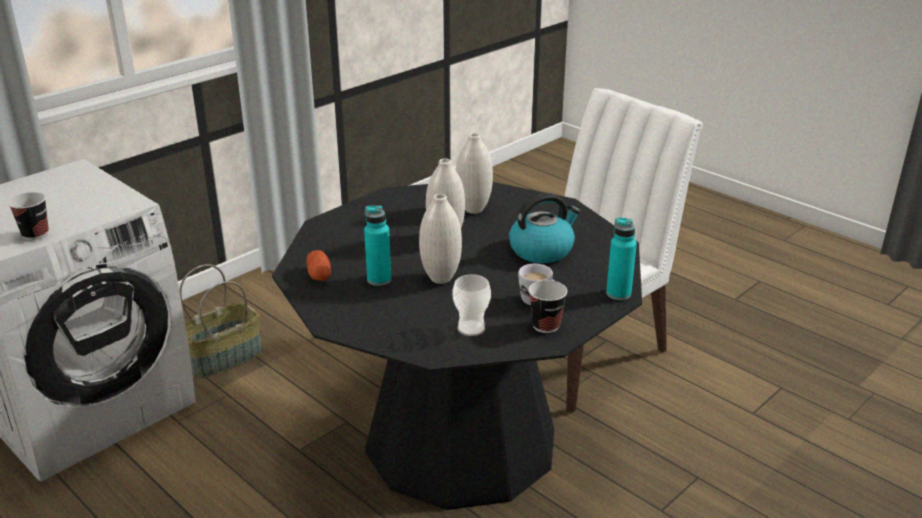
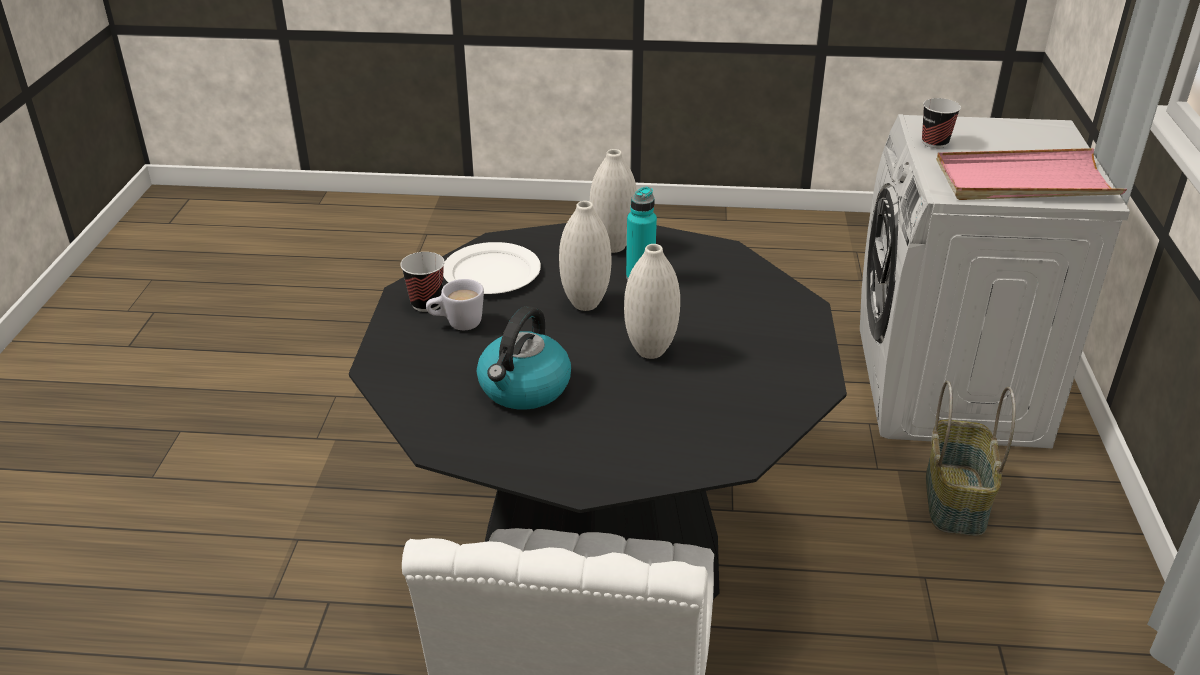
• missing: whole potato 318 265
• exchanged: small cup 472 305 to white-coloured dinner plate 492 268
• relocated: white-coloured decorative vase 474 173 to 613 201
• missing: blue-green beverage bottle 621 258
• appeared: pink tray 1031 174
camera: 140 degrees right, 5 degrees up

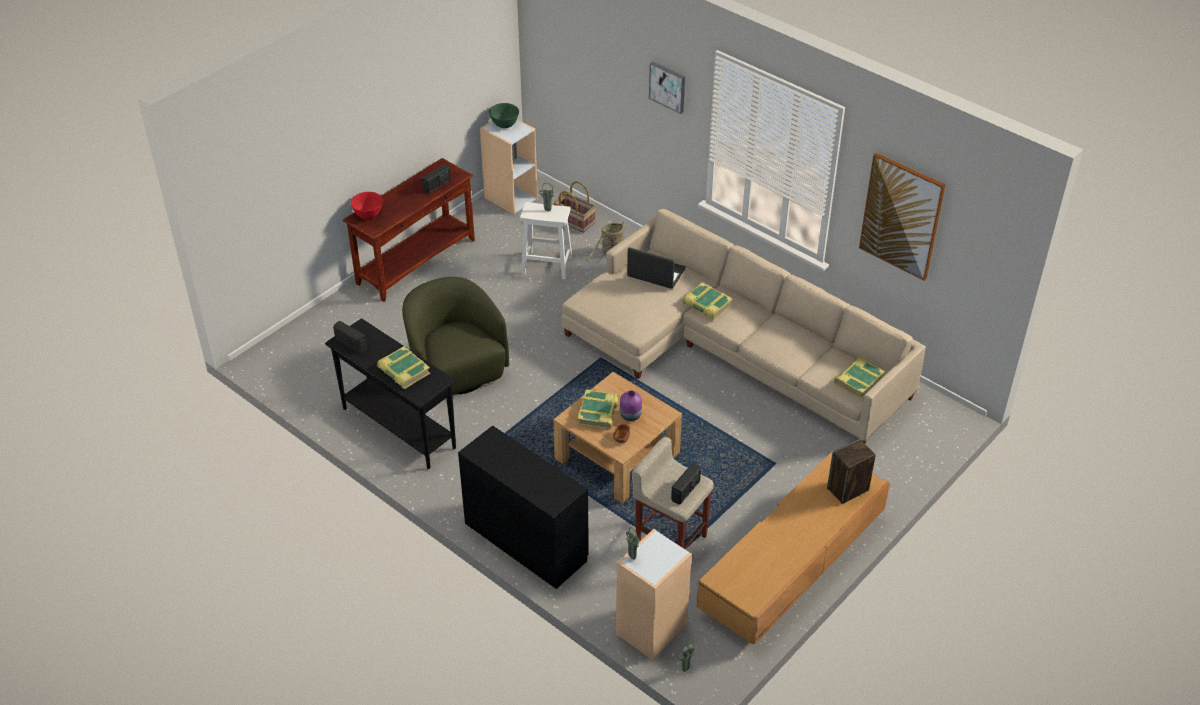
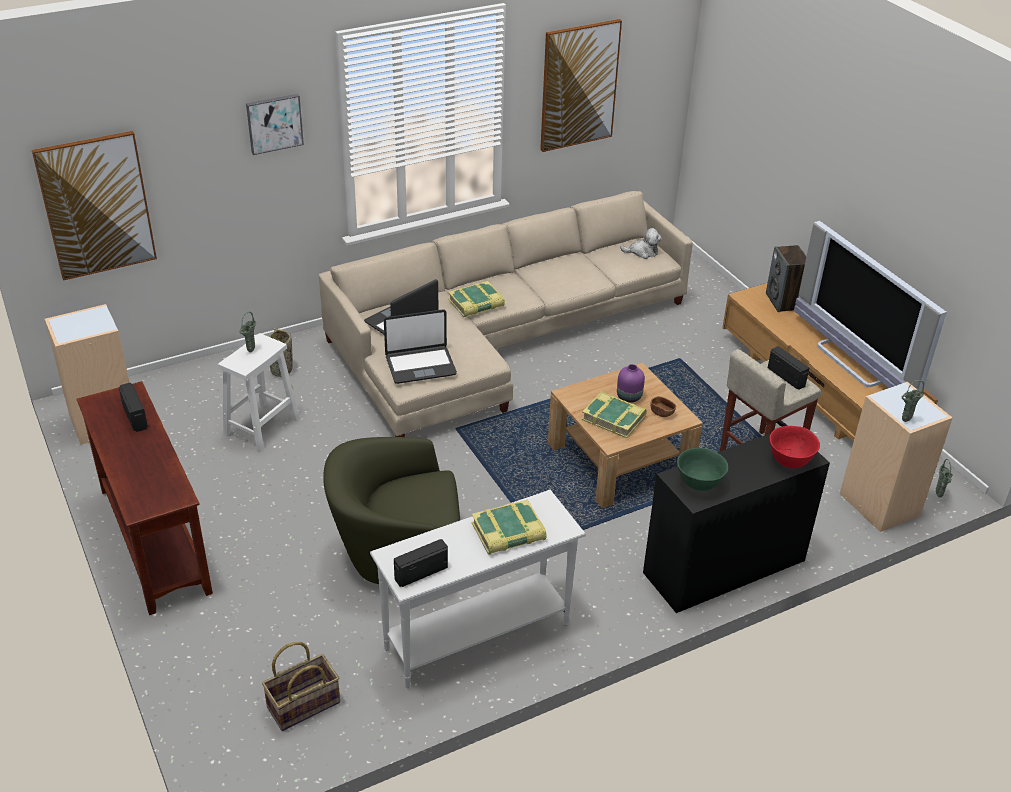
• colour: blackish narrow table 391 393 to white-coloured narrow table 478 589
• relocated: red-coloured bowl 367 205 to 795 447
• relocated: greenish bowl 504 115 to 702 469
• relocated: storage basket 574 207 to 301 686
• exchanged: volume 859 378 to soft toy 641 243
• appeared: wall art 94 206
• appeared: laptop 420 346
• appeared: TV set 870 306
camera: 70 degrees left, 5 degrees down

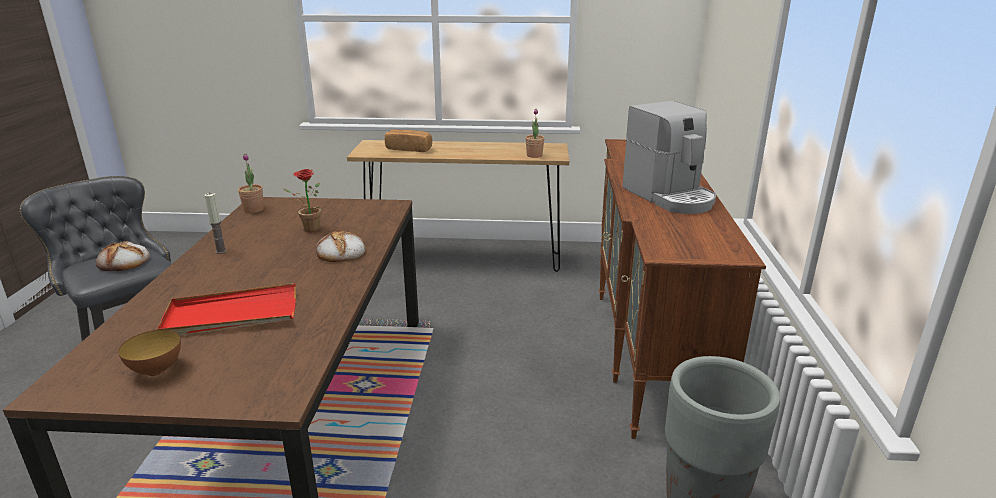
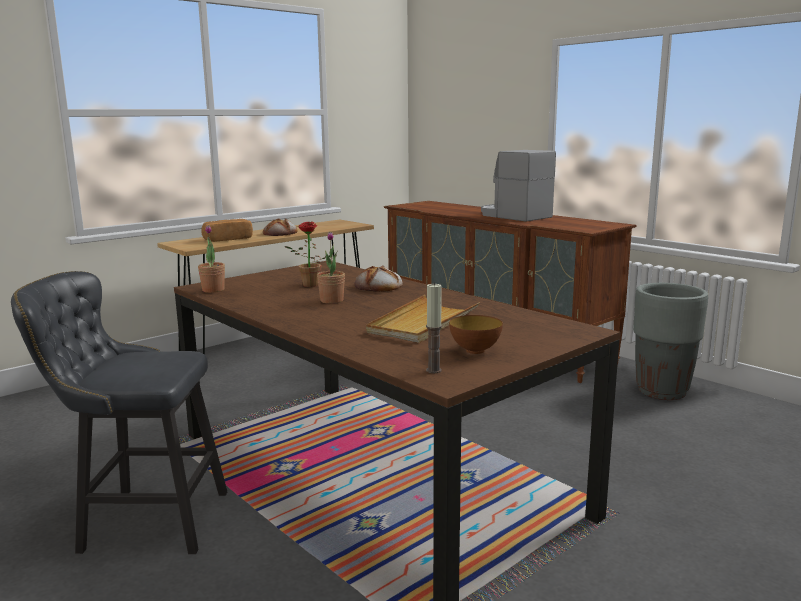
• relocated: bakery bread 123 256 to 280 227
• colour: red-coloured tray 226 309 to beige tray 422 319
• relocated: wax light 215 223 to 434 327
• relocated: houseplant 534 133 to 331 268
• spun: coffee maker 669 157 = 518 186 150 degrees counterclockwise
camera: 45 degrees left, 10 degrees down

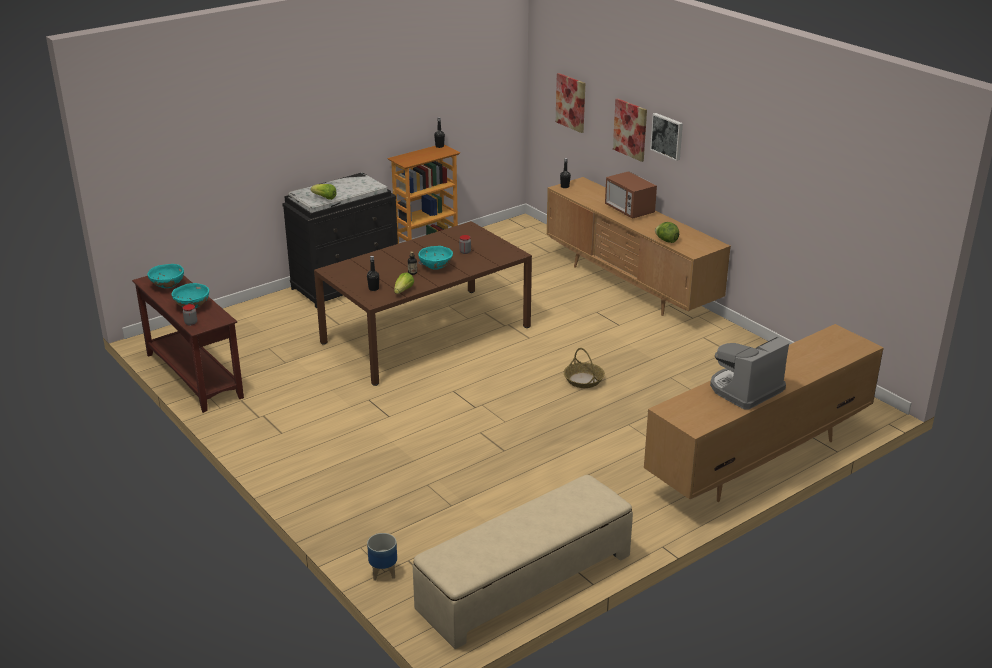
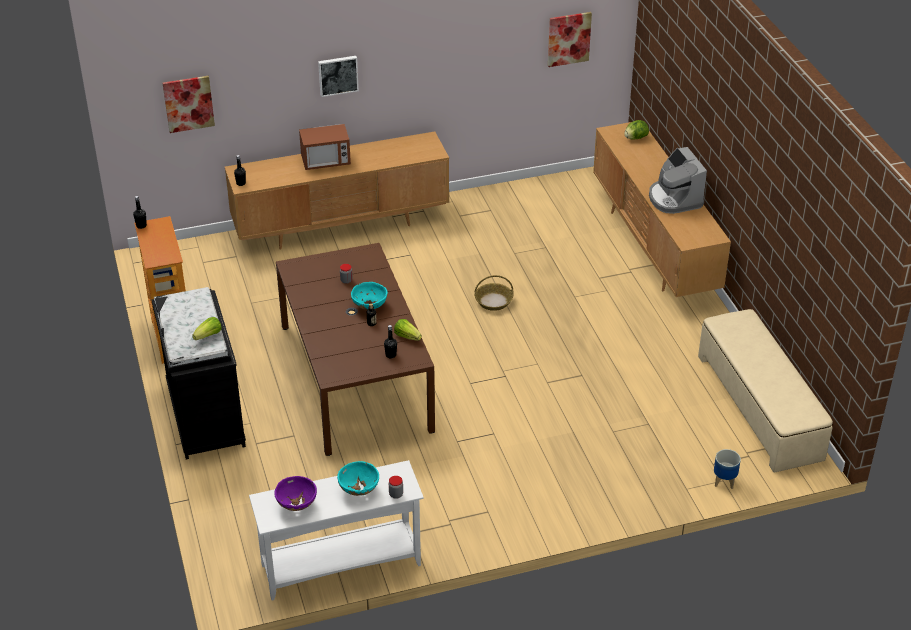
• colour: brown narrow table 188 344 to white-coloured narrow table 336 530
• colour: blue-green bowl 165 276 to purple bowl 295 493
• relocated: wall art 630 130 to 570 39
• relocated: lettuce head 667 232 to 636 130
camera: 70 degrees left, 10 degrees up

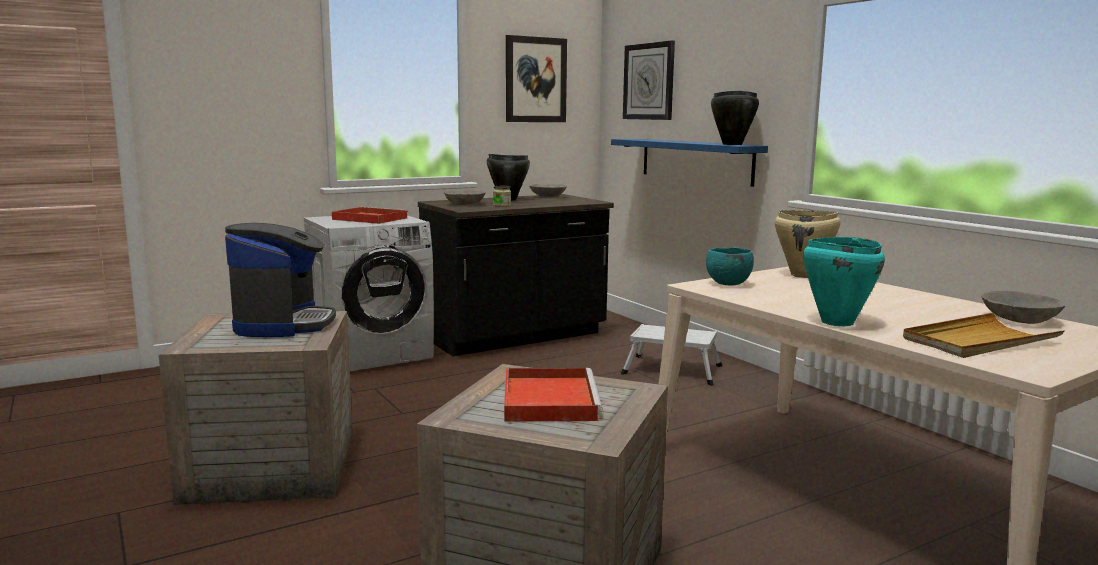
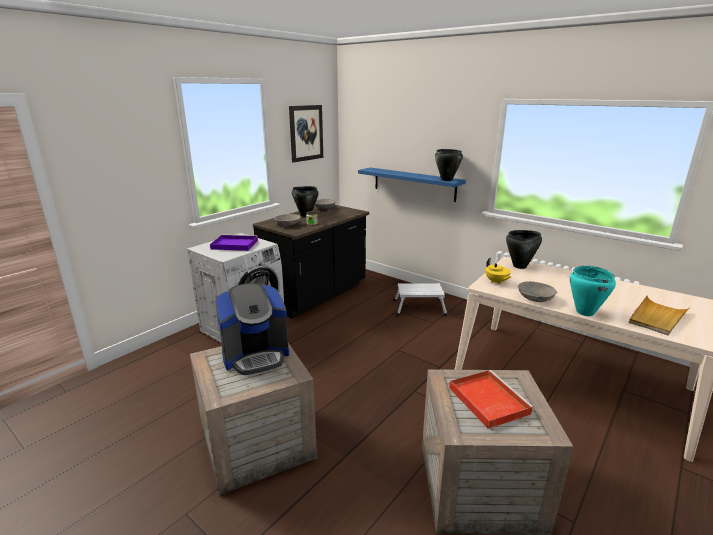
• spun: coffee maker 280 280 = 252 329 90 degrees clockwise
• colour: red-coloured tray 370 215 to purple tray 234 243
• missing: clock on the wall 649 80
• exchanged: blue-green bowl 730 266 to yellow-coloured teapot 498 271
• colour: beige stockpot 808 244 to blackish stockpot 524 249
• relocated: grey bowl 1023 307 to 537 291
camera: 20 degrees left, 10 degrees up

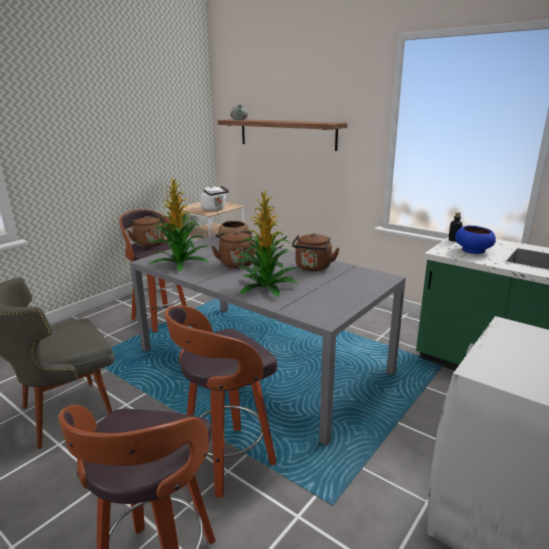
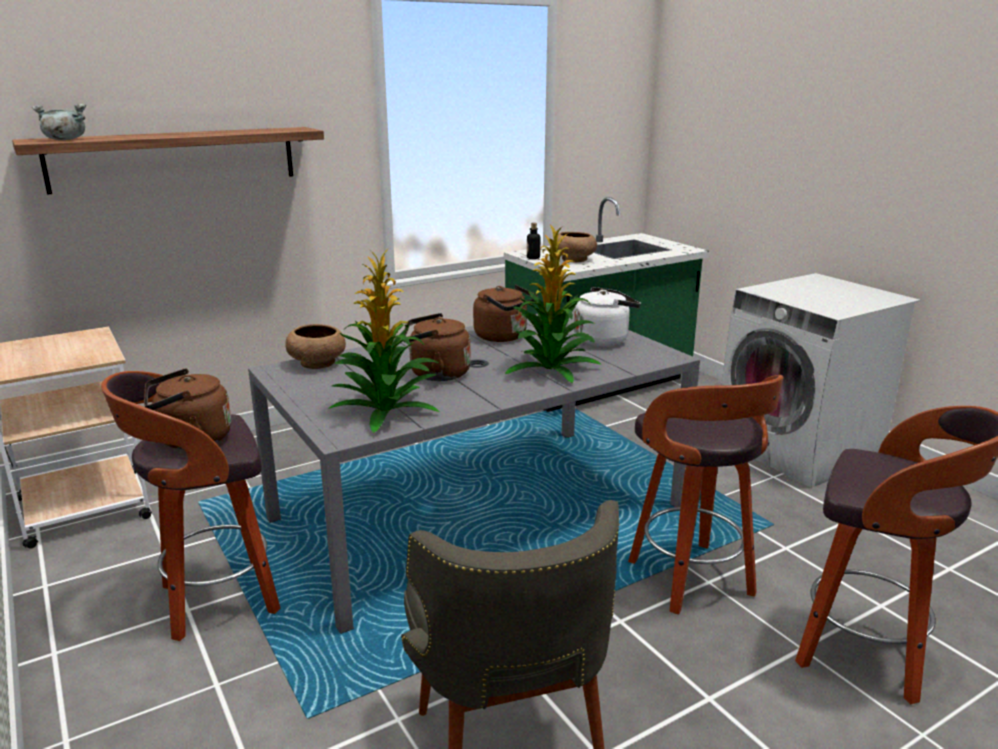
• relocated: white-coloured water kettle 214 198 to 607 317
• colour: bluish bowl 475 240 to brown bowl 575 247
camera: 70 degrees left, 0 degrees up

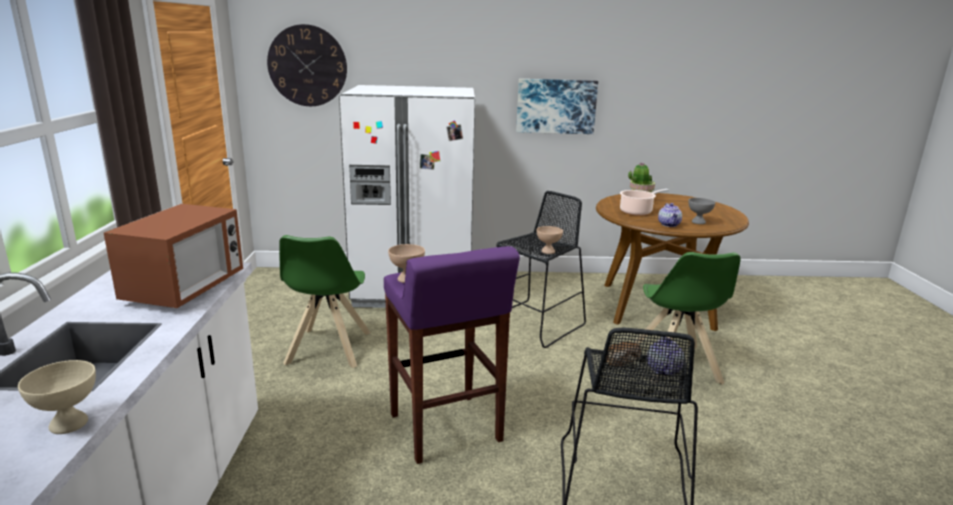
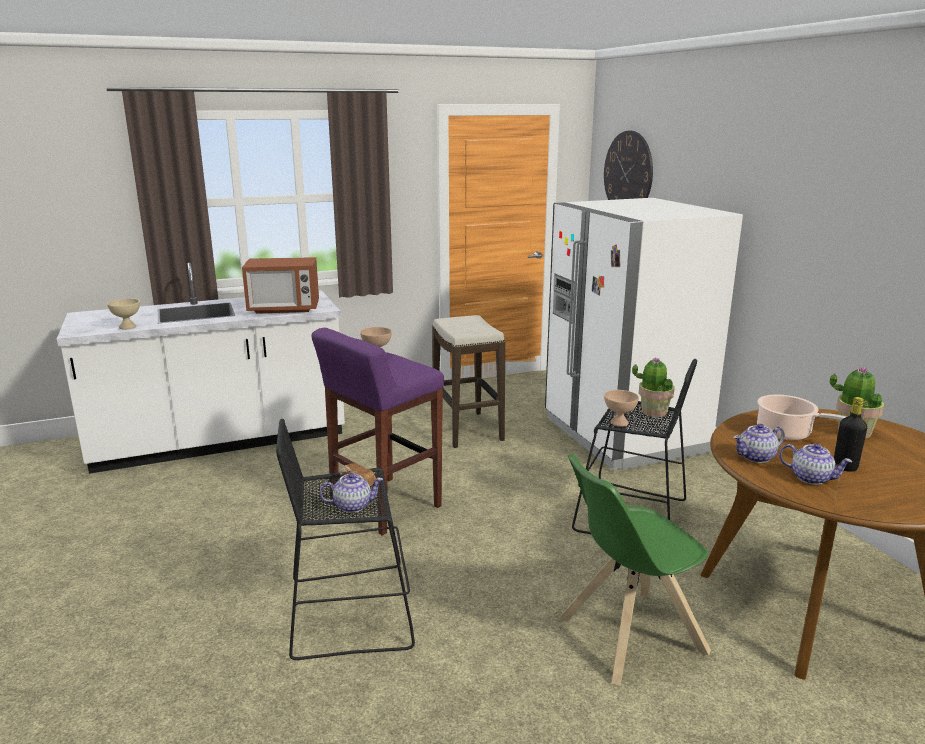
• exchanged: greenish chair 325 301 to stool seat 468 381
• missing: wall art 557 106
• exchanged: grey bowl 702 211 to teapot 816 464
• appeared: houseplant 653 387
• appeared: blackish beverage bottle 850 434
camera: 70 degrees right, 0 degrees up

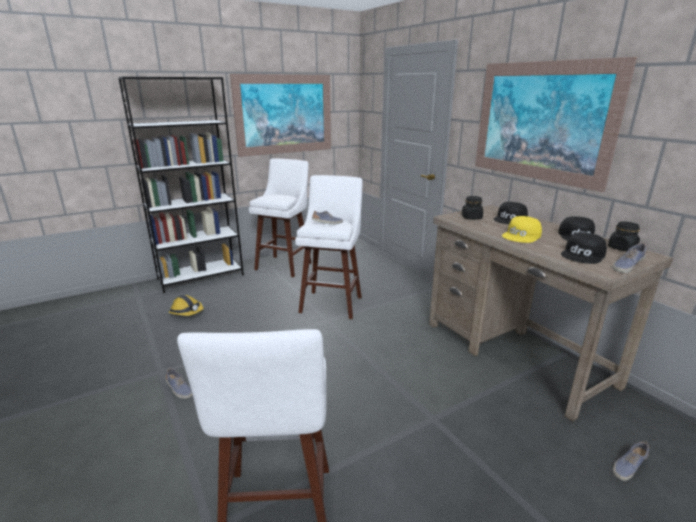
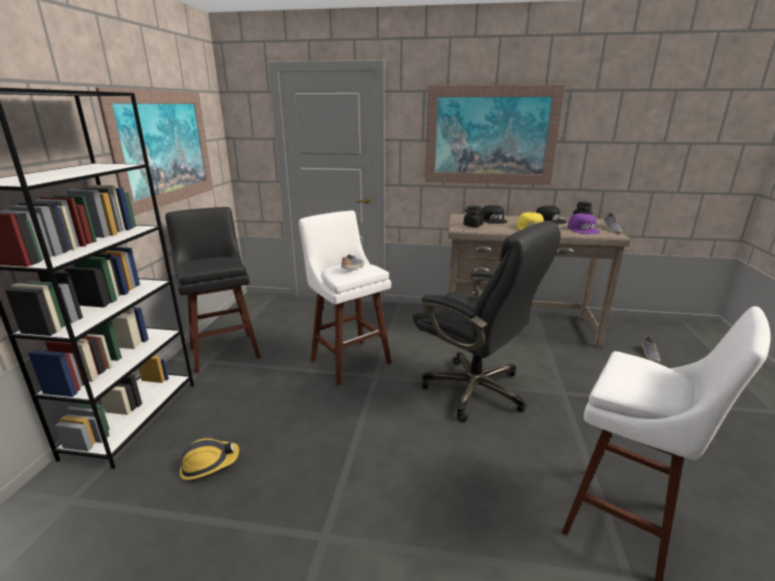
• missing: low shoe 179 383
• colour: white-coloured stool seat 280 217 to blackish stool seat 213 290
• colour: blackish peaked cap 584 248 to purple peaked cap 584 223
• appeared: blackish desk chair 486 321
camera: 50 degrees left, 0 degrees up

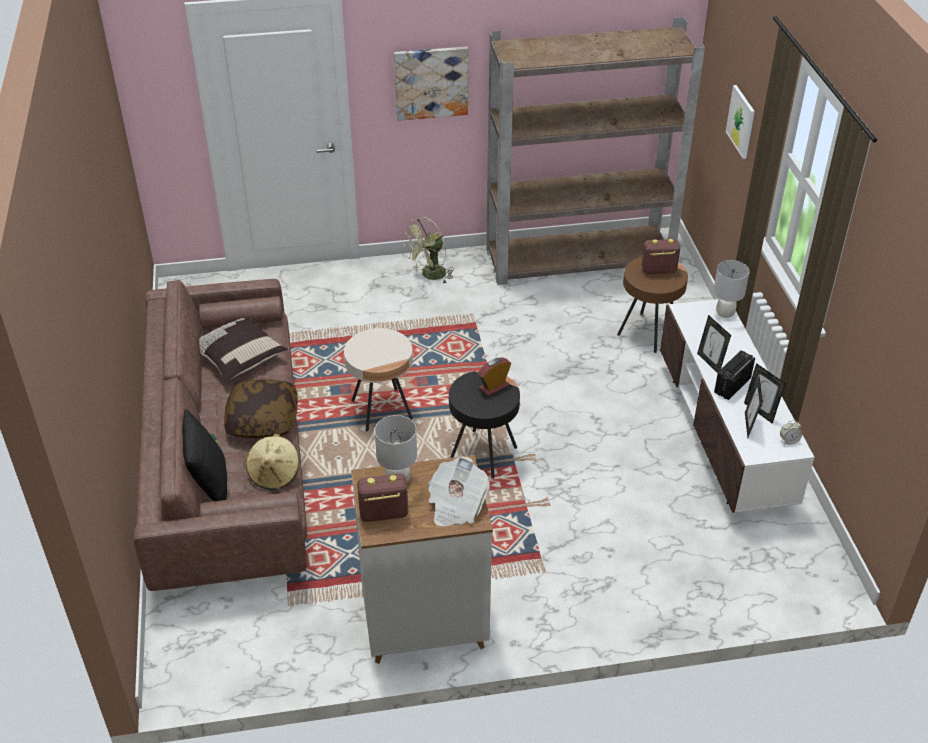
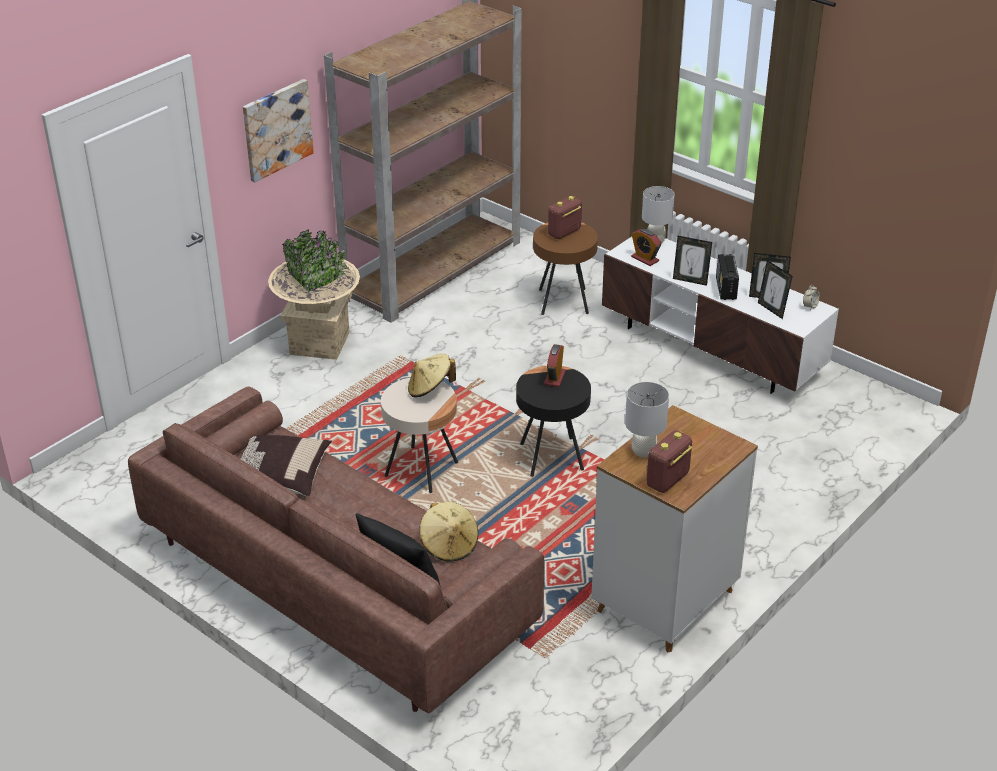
• missing: cushion 261 408
• exchanged: greenish cooling fan 428 250 to beige flower pot 314 295
• missing: printed paper 459 491
• missing: wall art 740 122
• appeared: beige clothing hat 432 375
• appeared: bedside clock 646 247
camera: 40 degrees left, 5 degrees down

